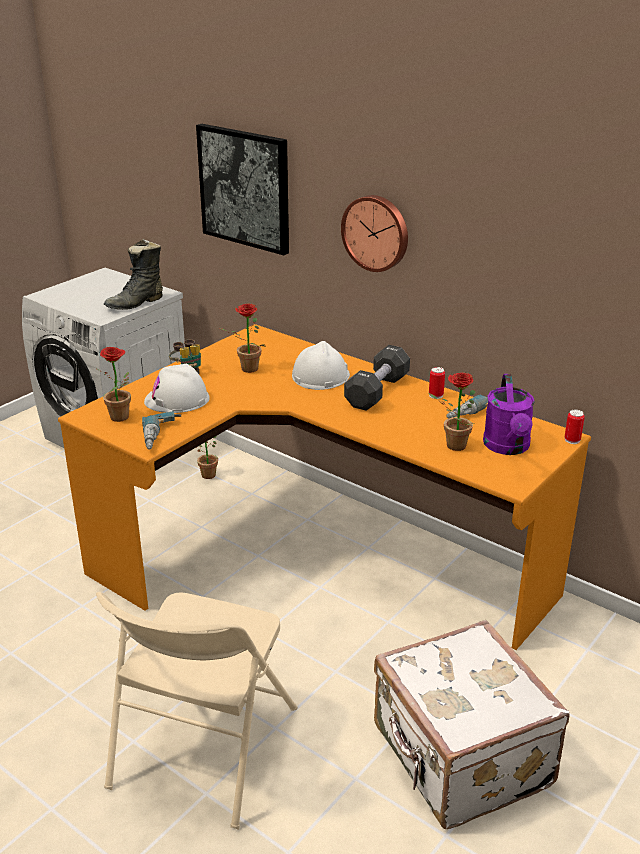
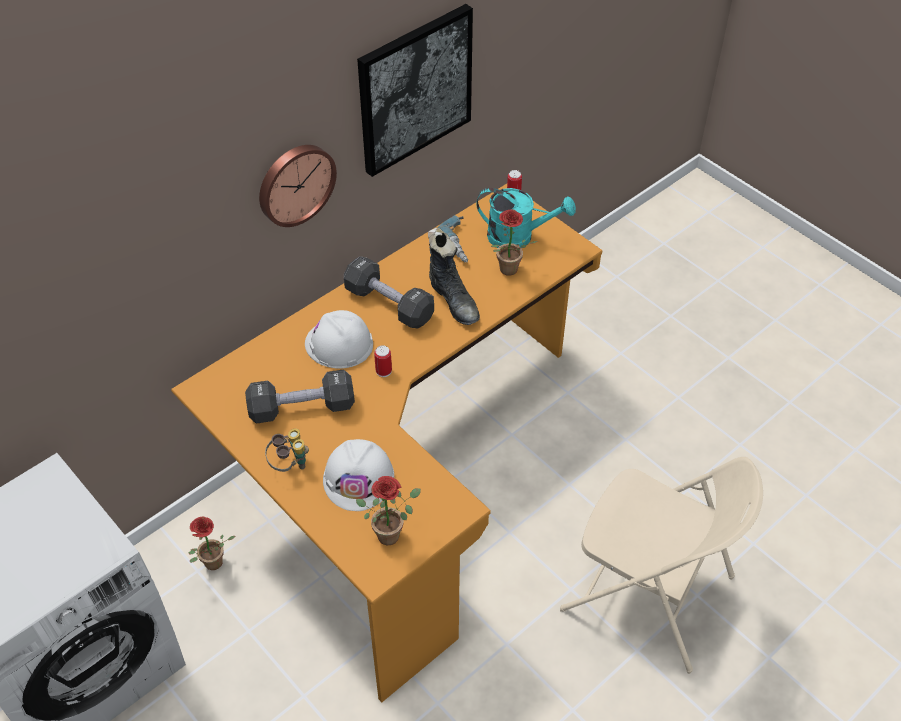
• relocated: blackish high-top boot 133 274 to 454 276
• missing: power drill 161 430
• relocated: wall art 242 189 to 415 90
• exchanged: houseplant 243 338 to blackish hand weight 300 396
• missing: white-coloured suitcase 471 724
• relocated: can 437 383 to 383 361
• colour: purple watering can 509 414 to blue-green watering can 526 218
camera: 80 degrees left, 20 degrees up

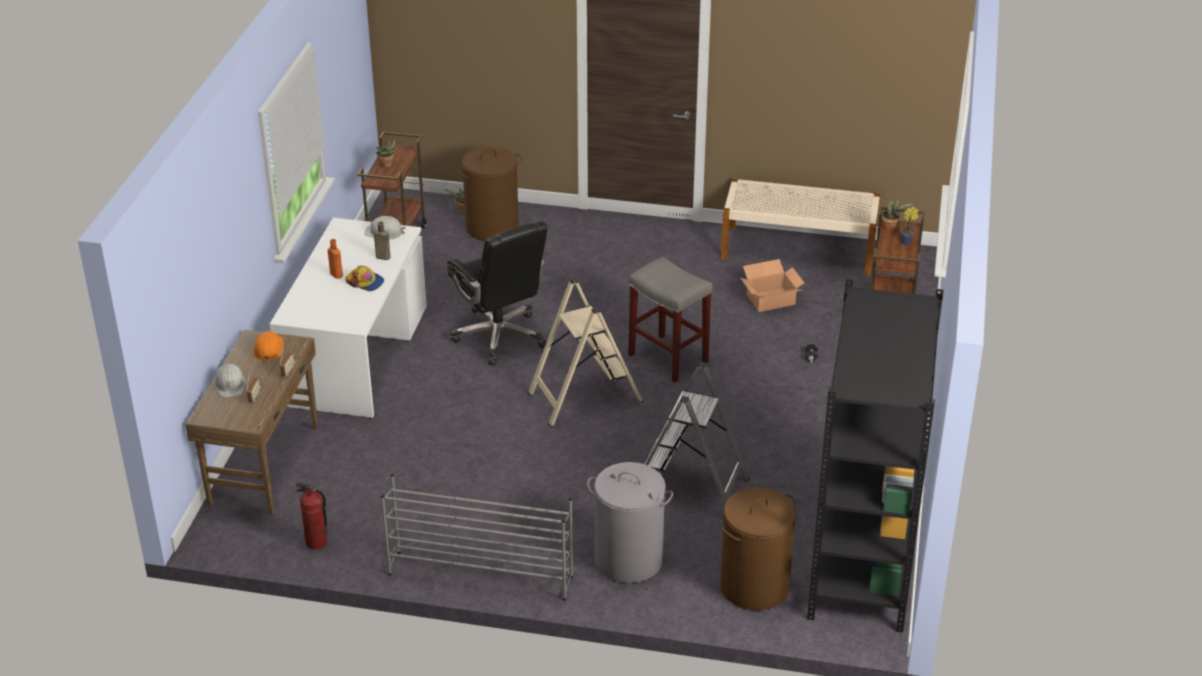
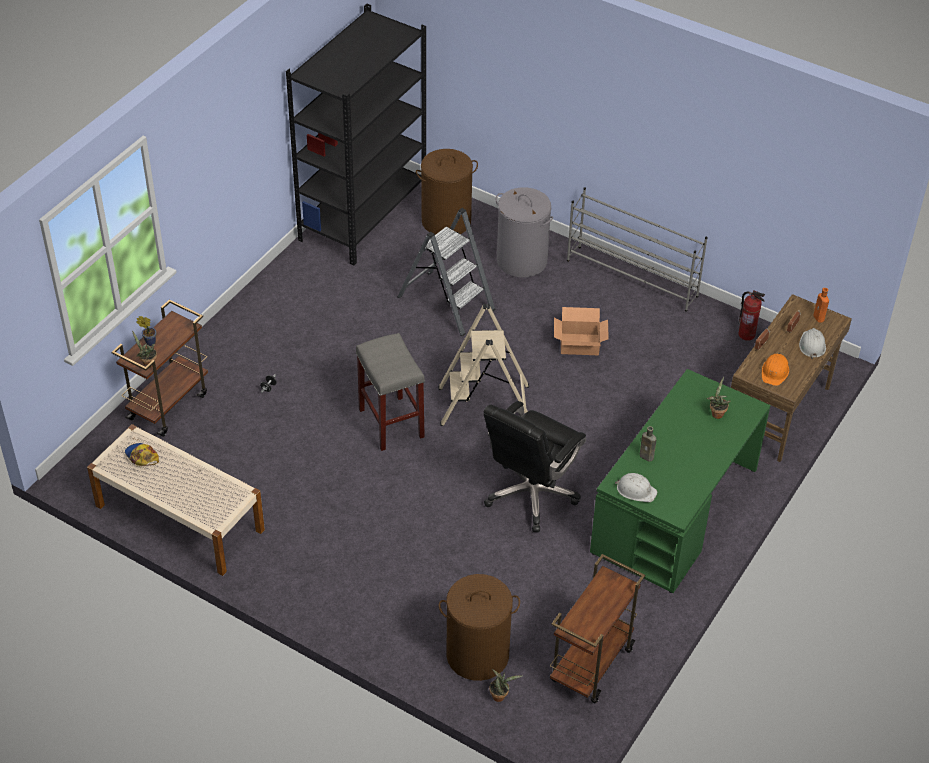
• colour: white-coloured desk unit 348 318 to greenish desk unit 680 481
• relocated: orange beverage bottle 335 259 to 821 305
• relocated: peaked cap 364 278 to 142 454
• relocated: houseplant 386 153 to 719 398
• spun: blackish desk chair 497 293 = 534 466 135 degrees counterclockwise
• relocated: carton 772 285 to 581 331
camera: 160 degrees left, 10 degrees up

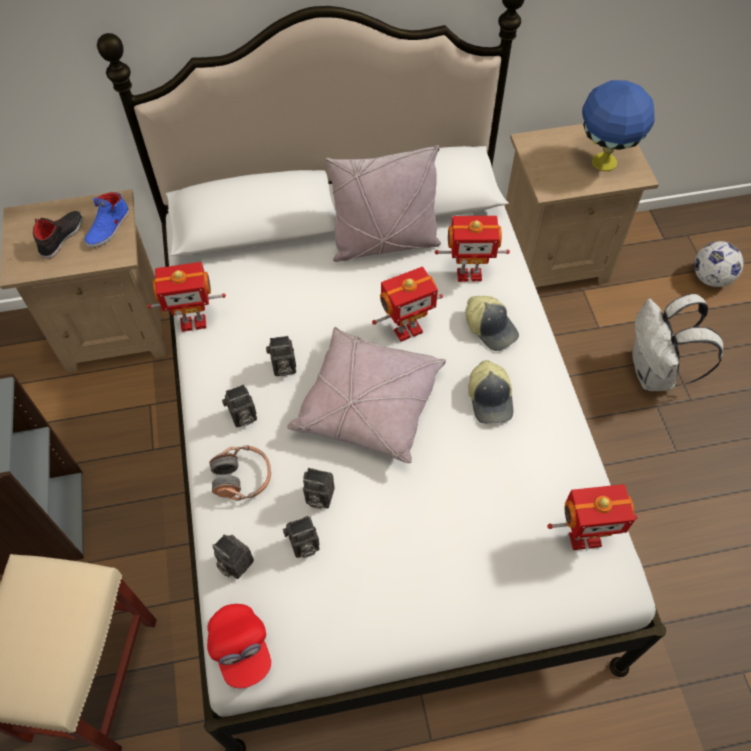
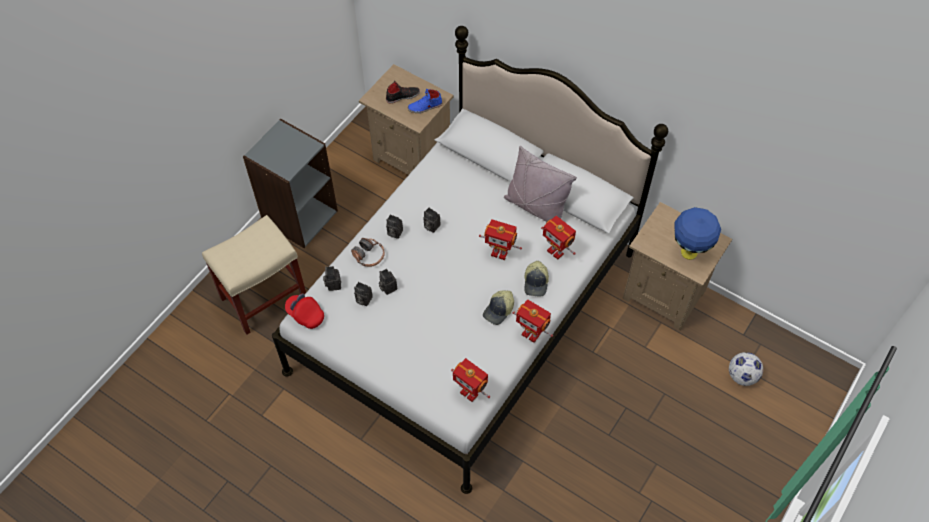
• relocated: model robot 186 297 to 533 320
• spun: red-coloured peaked cap 239 646 = 304 311 105 degrees clockwise
• missing: purple cushion 366 395
• missing: white-coloured backpack 677 342
camera: 45 degrees right, 0 degrees up

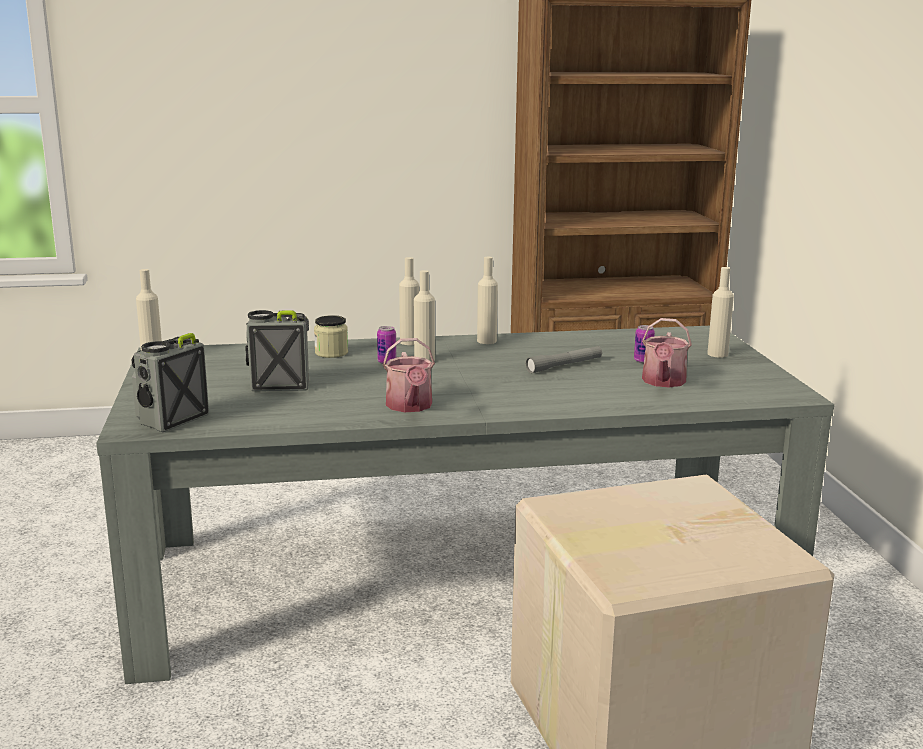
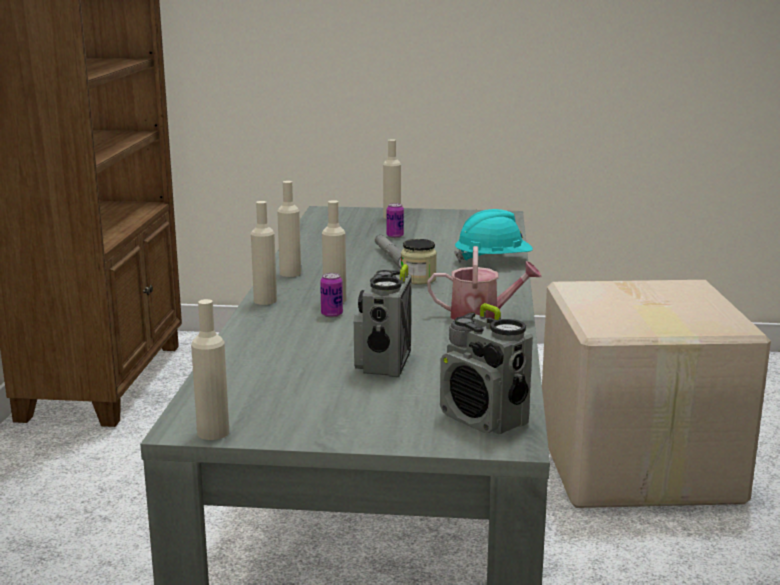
• relocated: jar 331 336 to 419 262
• missing: watering can 667 353
• appeared: blue-green work helmet 493 236
camera: 75 degrees left, 0 degrees up

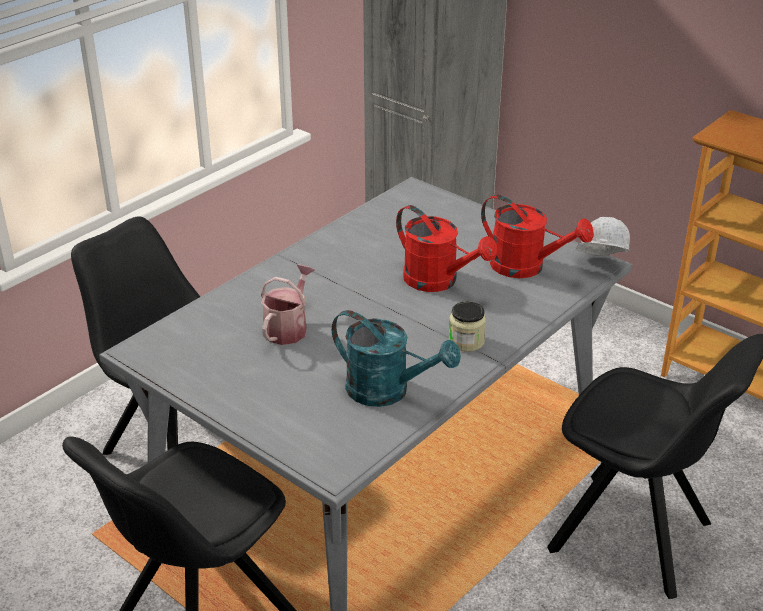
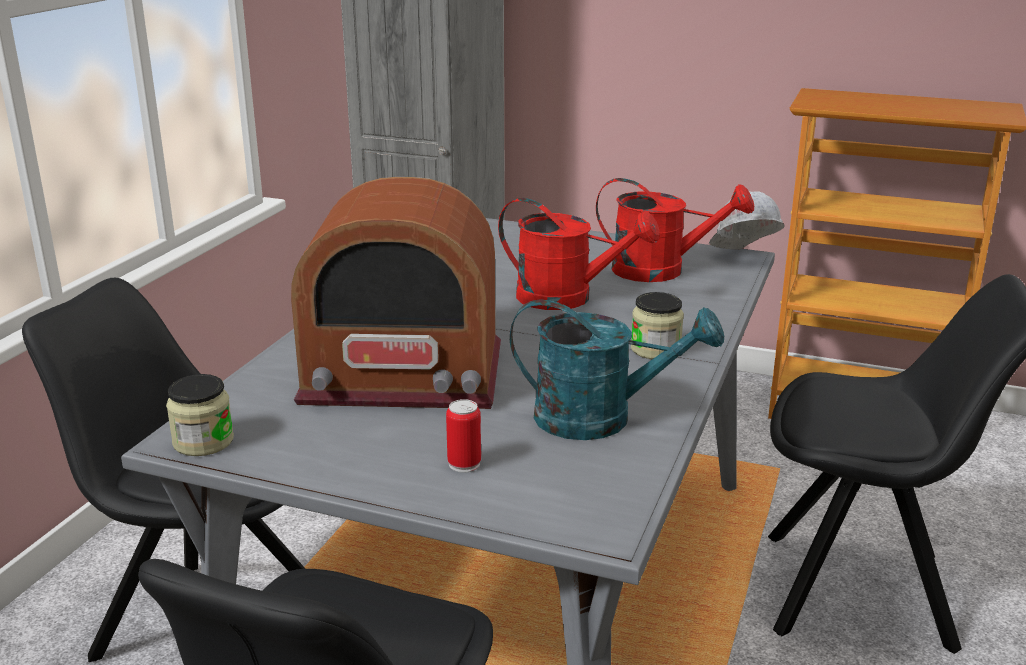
• exchanged: watering can 288 304 to radio set 396 293
• appeared: jar 200 415
• appeared: can 463 436
camera: 20 degrees left, 10 degrees down

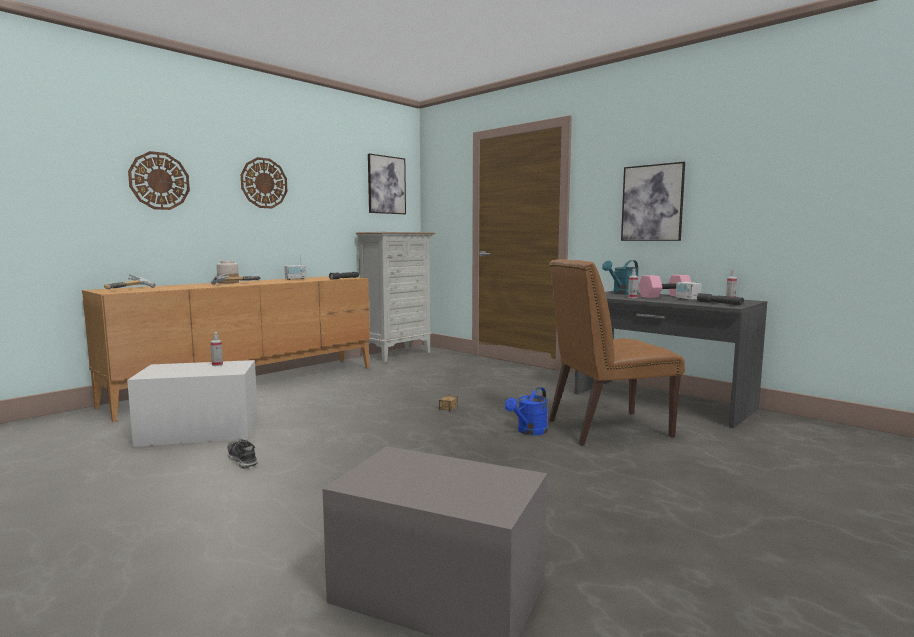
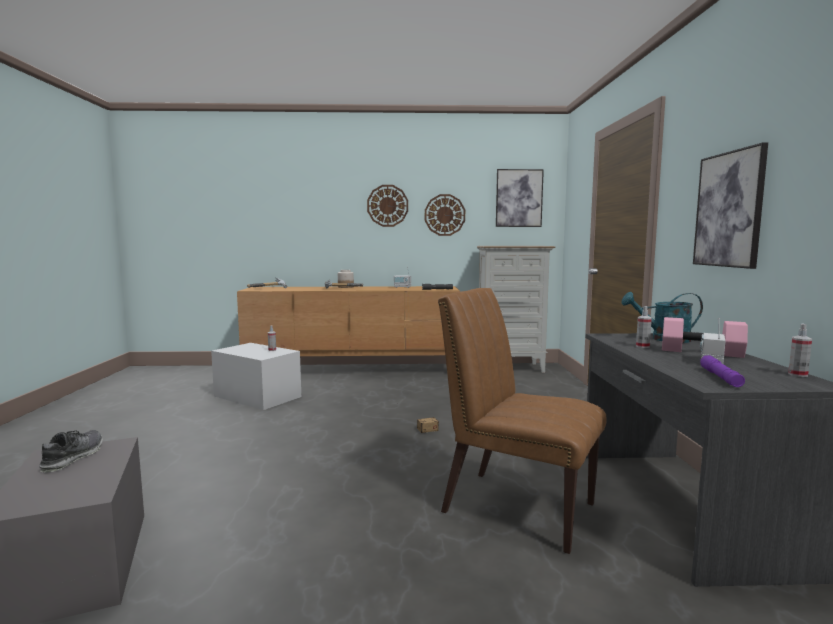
• relocated: clock on the wall 159 180 to 445 215
• relocated: low shoe 242 454 to 71 451
• missing: bluish watering can 526 411
• colour: grey torch 720 299 to purple torch 722 371
camera: 45 degrees right, 0 degrees up

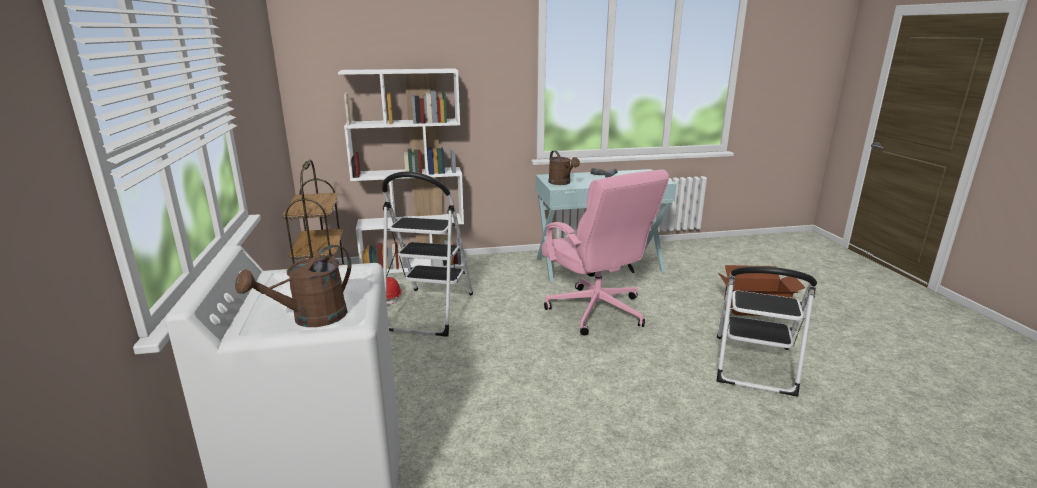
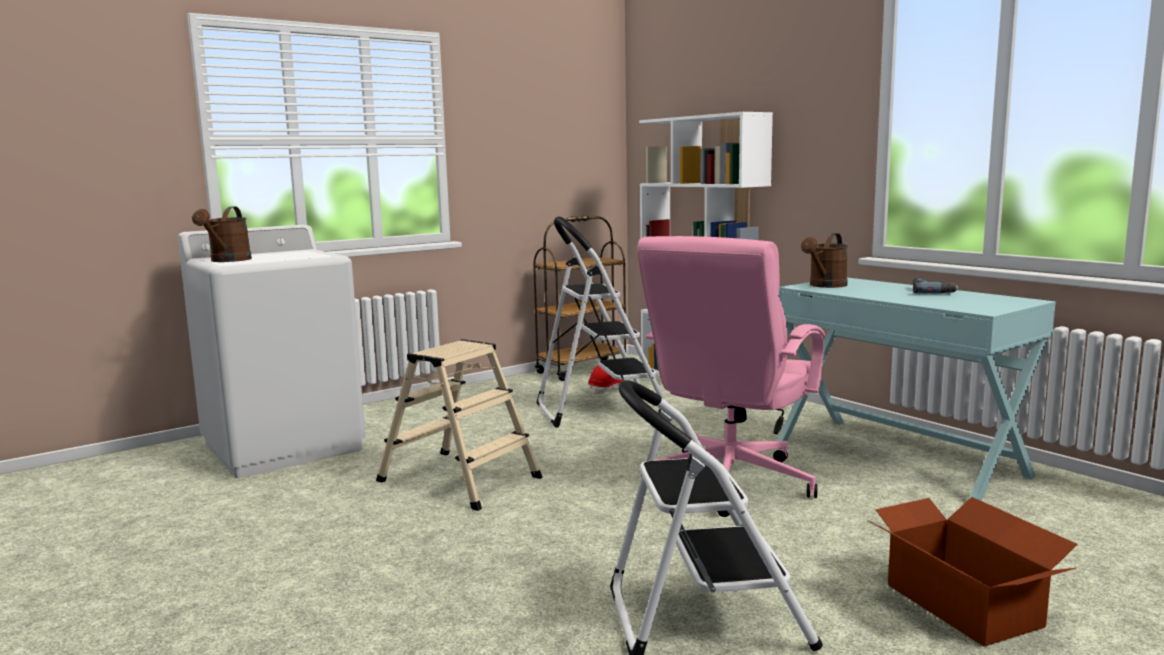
• spun: brown watering can 293 286 = 222 234 105 degrees counterclockwise
• appeared: beige step ladder 459 425
camera: 65 degrees right, 10 degrees down

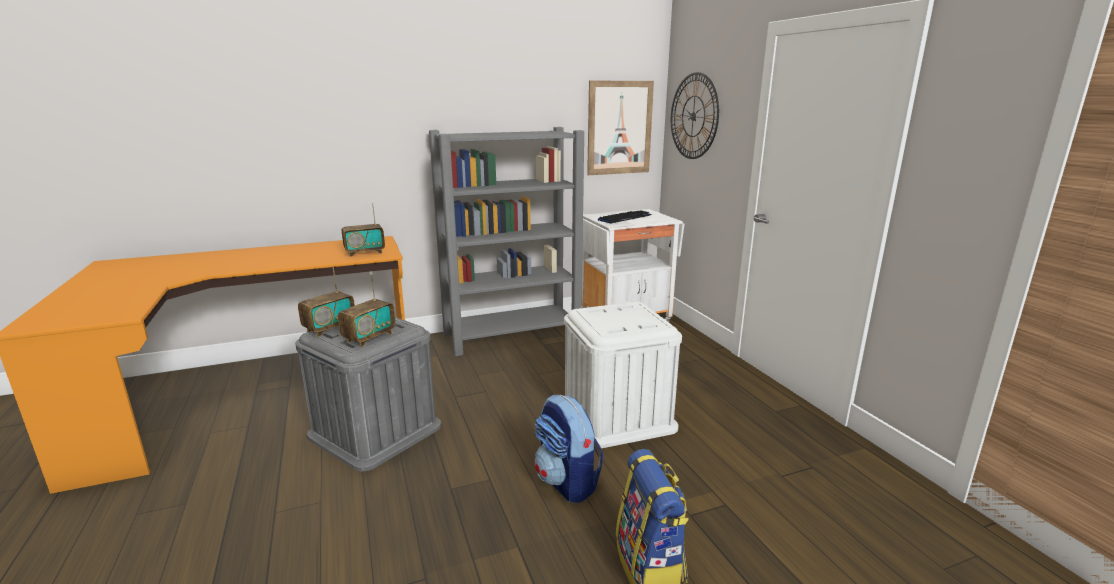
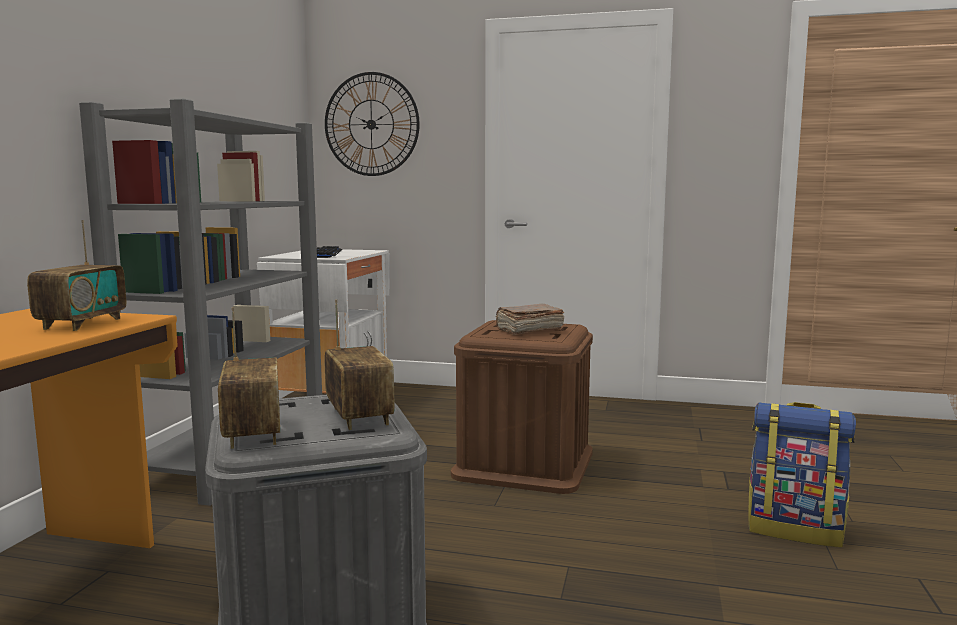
• missing: backpack 569 449
• colour: white-coloured storage bin 623 375 to brown storage bin 522 407
• missing: wall art 620 128
• appeared: brown volume 529 319
camera: 55 degrees left, 10 degrees down

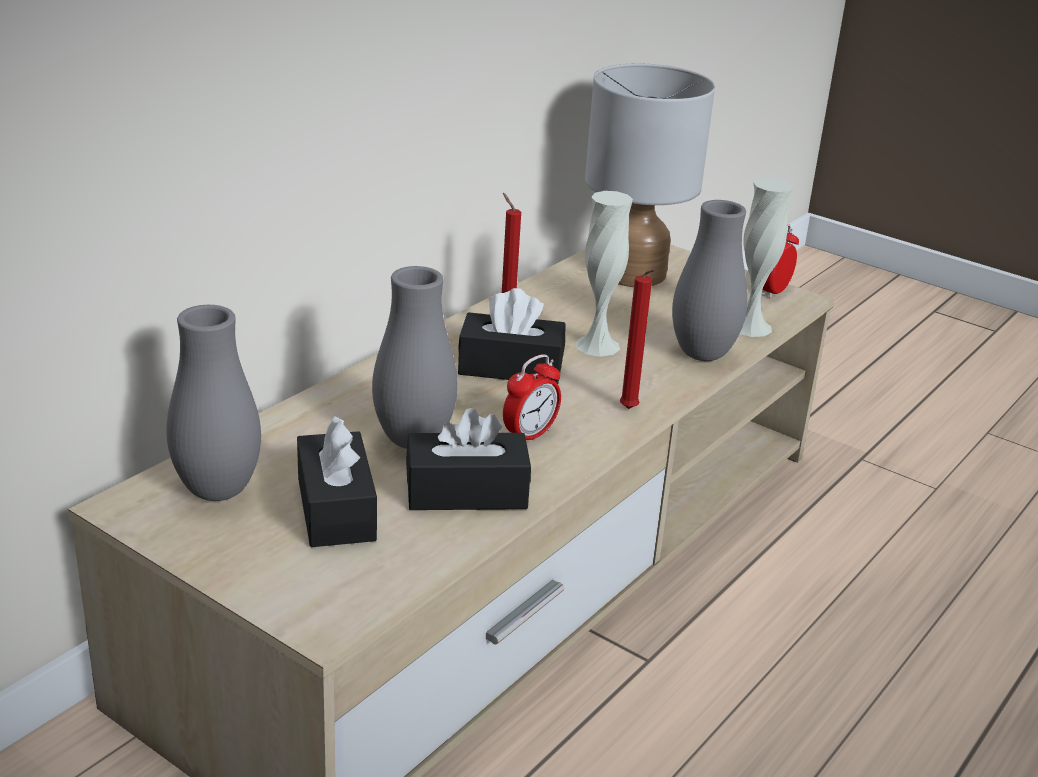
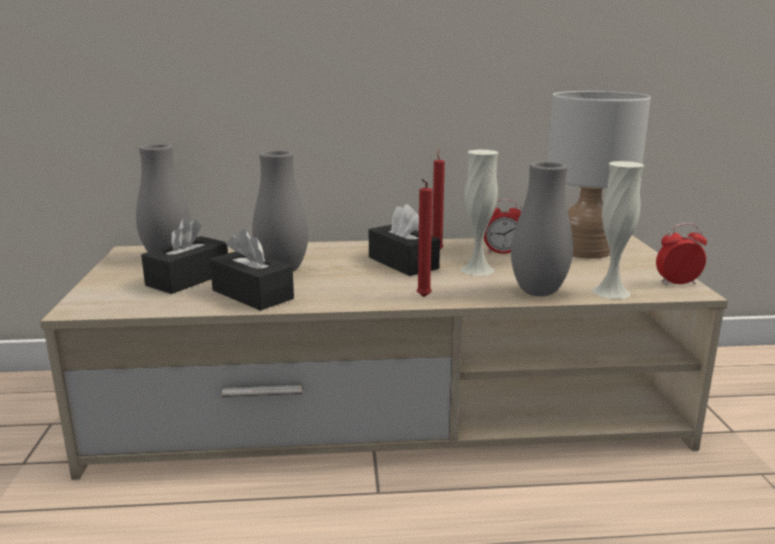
• relocated: bedside clock 532 397 to 503 226
camera: 50 degrees right, 10 degrees down

